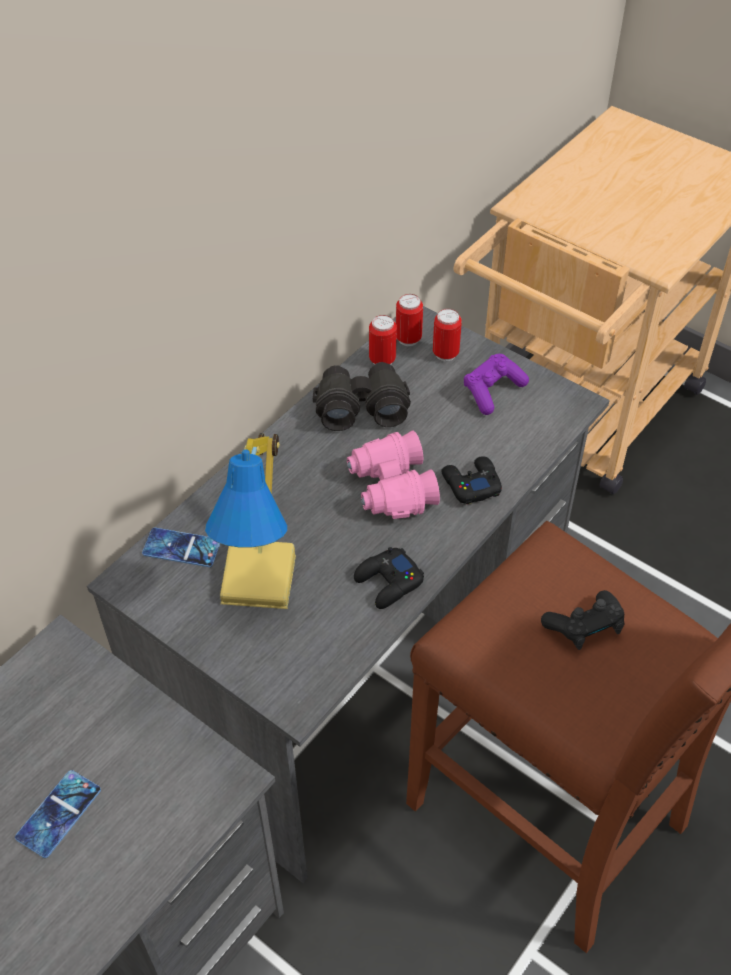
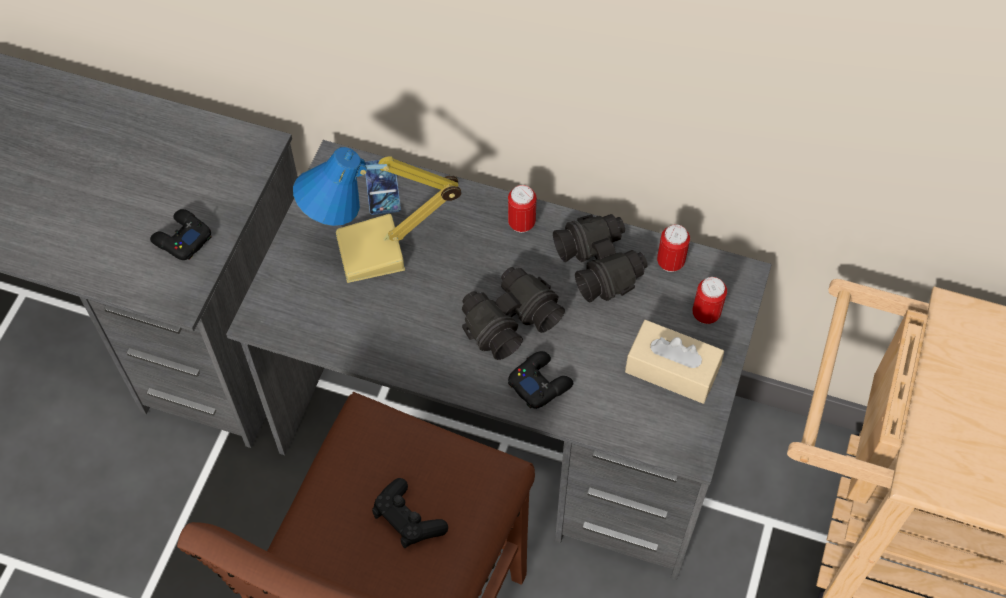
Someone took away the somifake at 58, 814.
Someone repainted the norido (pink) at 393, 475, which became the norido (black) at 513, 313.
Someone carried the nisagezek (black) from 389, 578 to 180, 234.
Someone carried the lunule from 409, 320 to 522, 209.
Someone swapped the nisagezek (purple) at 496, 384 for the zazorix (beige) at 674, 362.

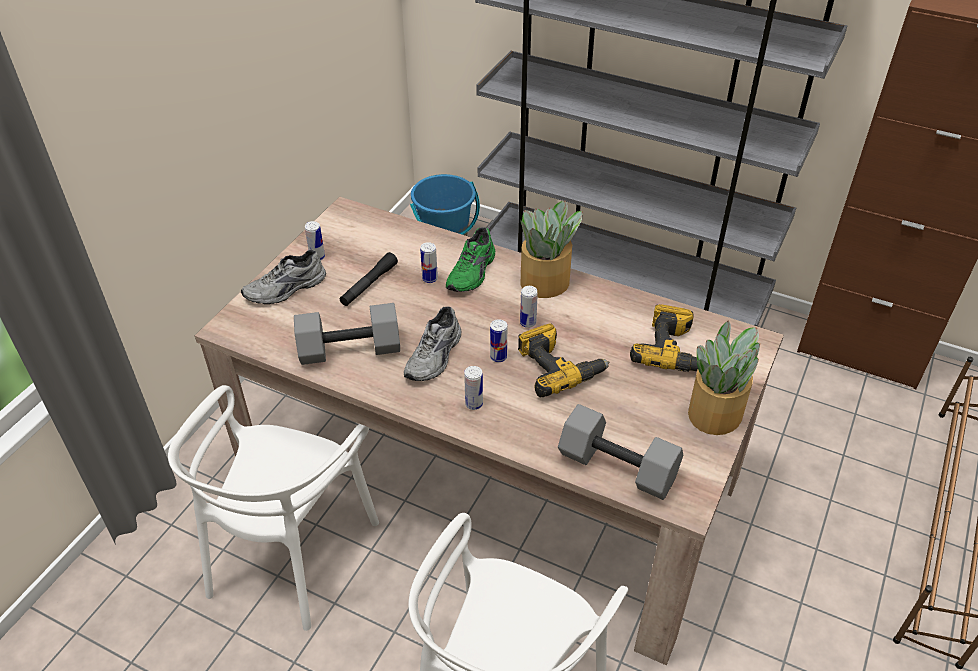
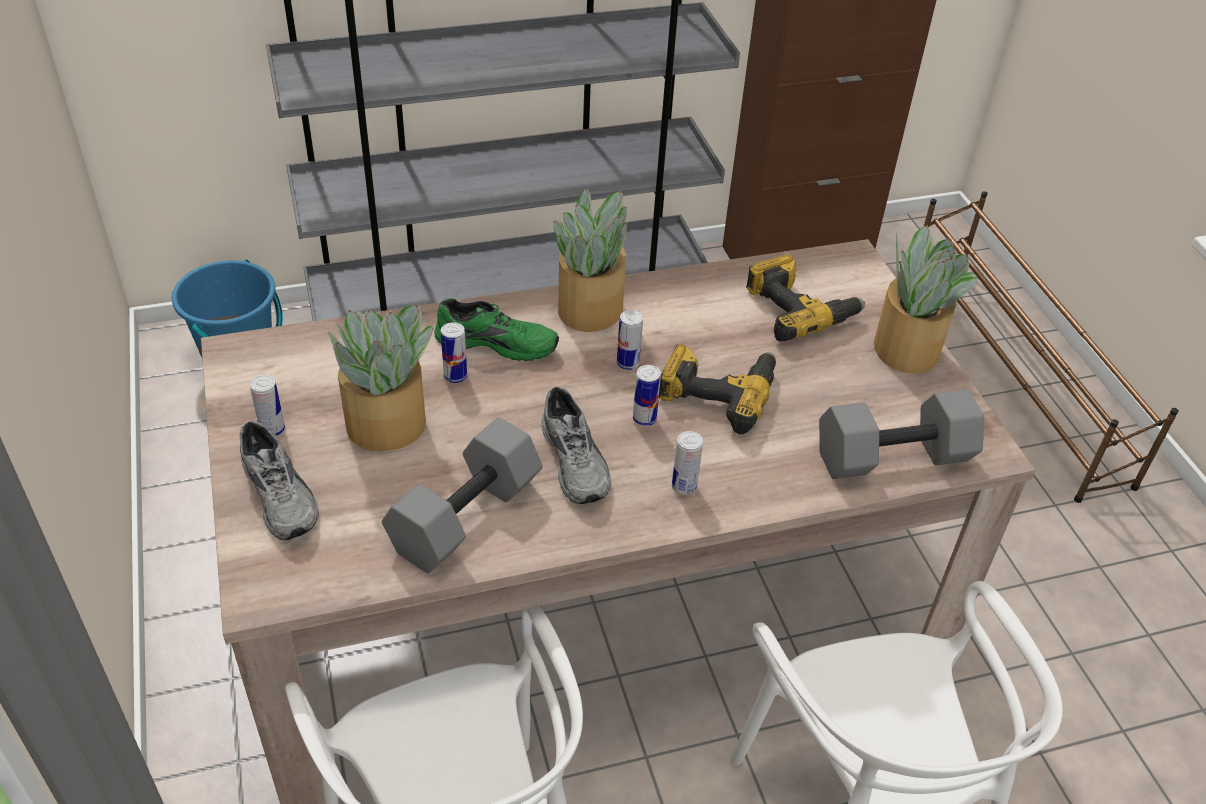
Someone rotated the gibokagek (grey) at 283, 276 by 45 degrees counterclockwise.
Someone swapped the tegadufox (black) at 369, 279 for the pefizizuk at 381, 378.
Someone rotated the gibokagek (green) at 470, 259 by 60 degrees counterclockwise.

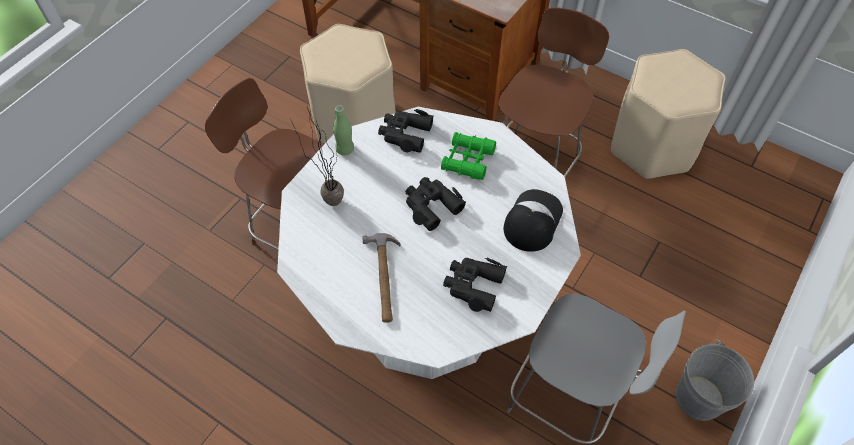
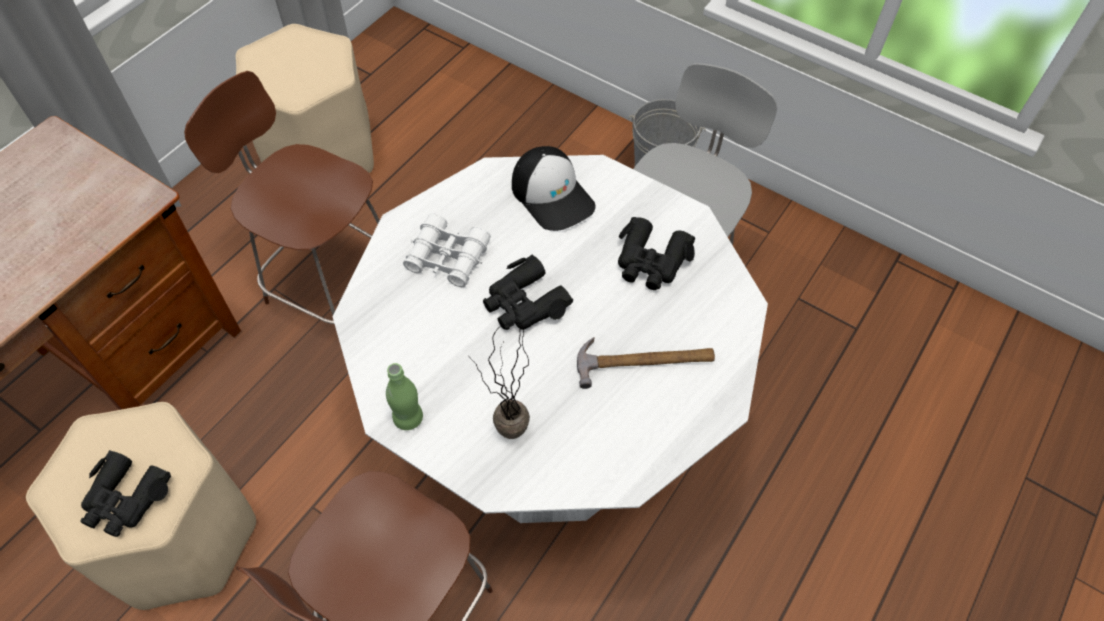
Someone carried the norido (black) from 406, 131 to 125, 493.
Someone repainted the norido (green) at 468, 156, which became the norido (white) at 447, 250.
Someone rotated the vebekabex at 533, 220 by 150 degrees counterclockwise.

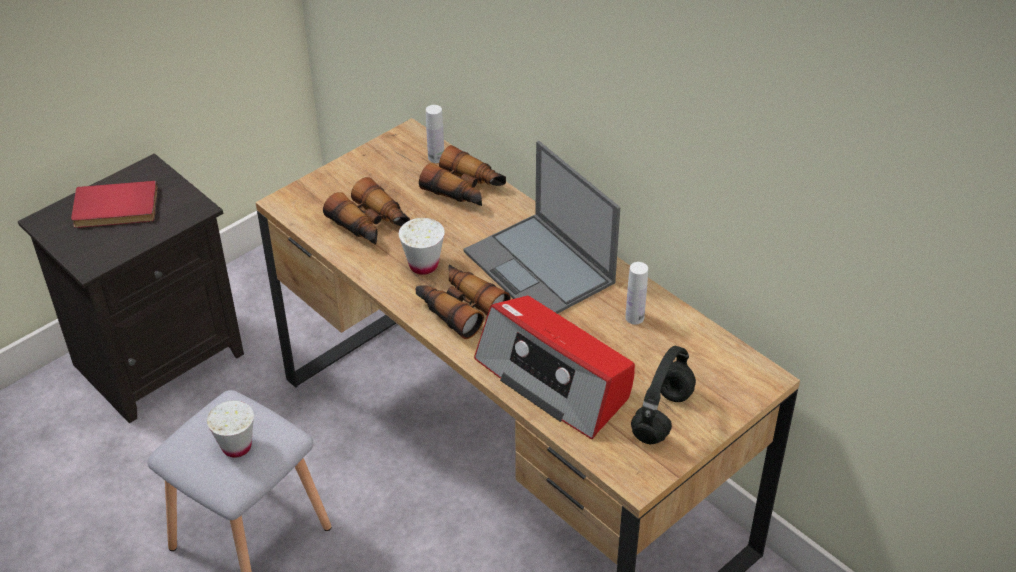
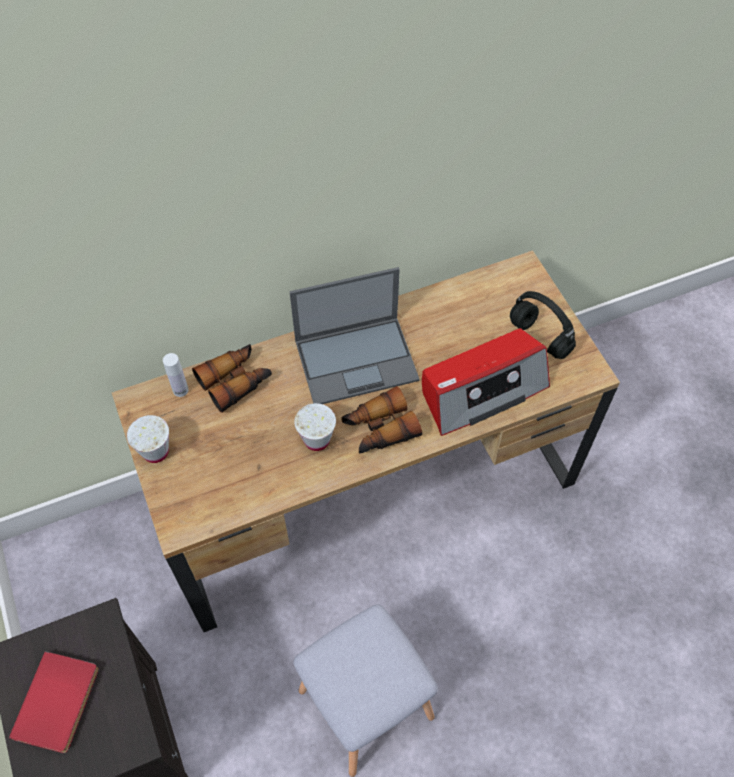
Someone carried the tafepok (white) from 230, 429 to 148, 439.
Someone took away the norido at 366, 211.
Someone took away the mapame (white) at 636, 293.

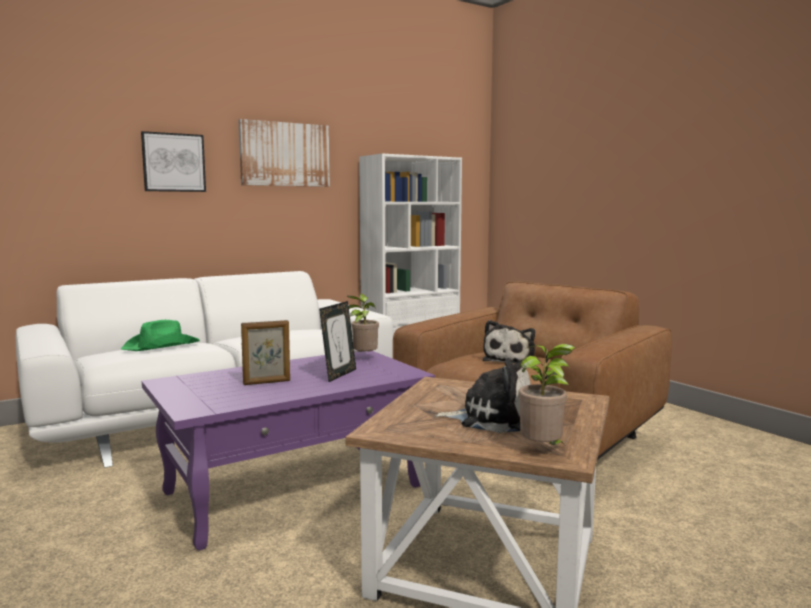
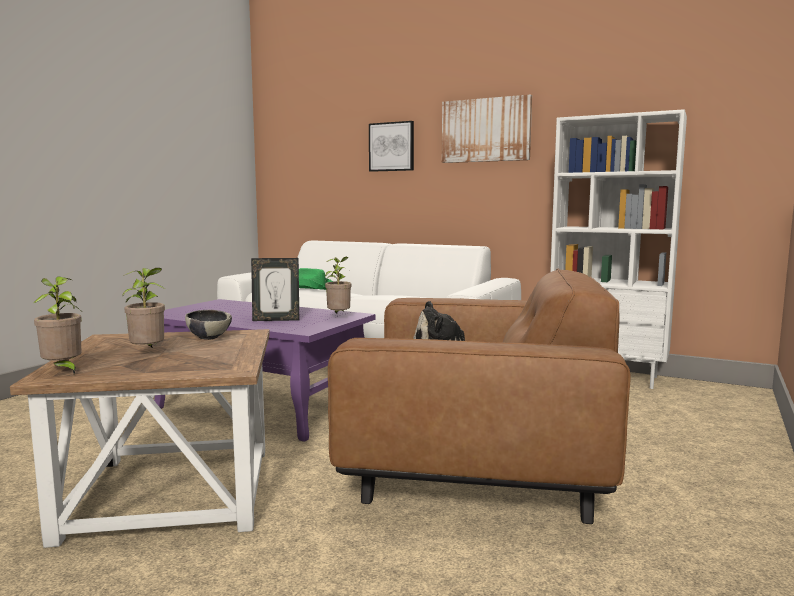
Someone took away the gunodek at 265, 352.
Someone swapped the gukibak at 482, 395 for the pefizizuk at 143, 308.
Someone put down the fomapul at 208, 325.

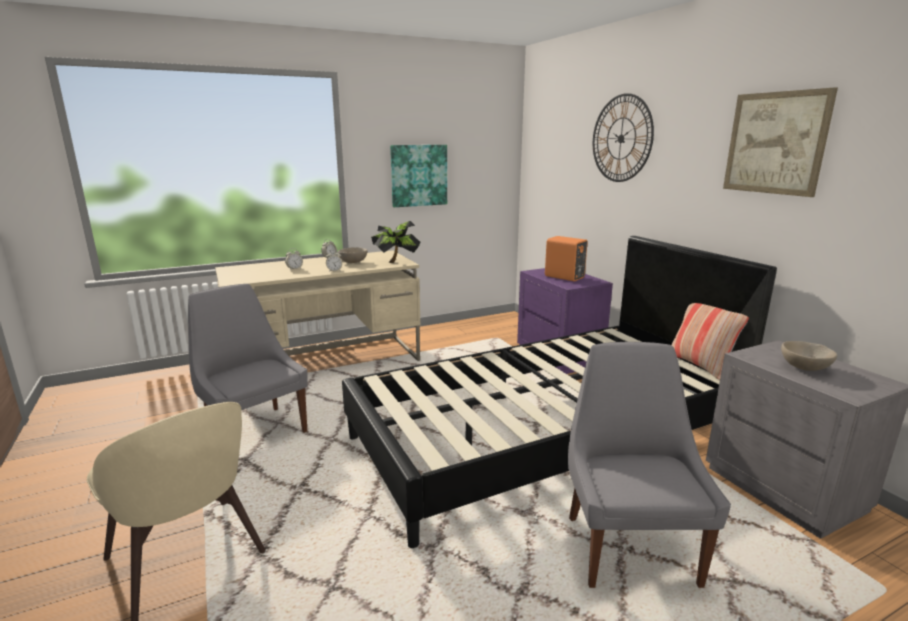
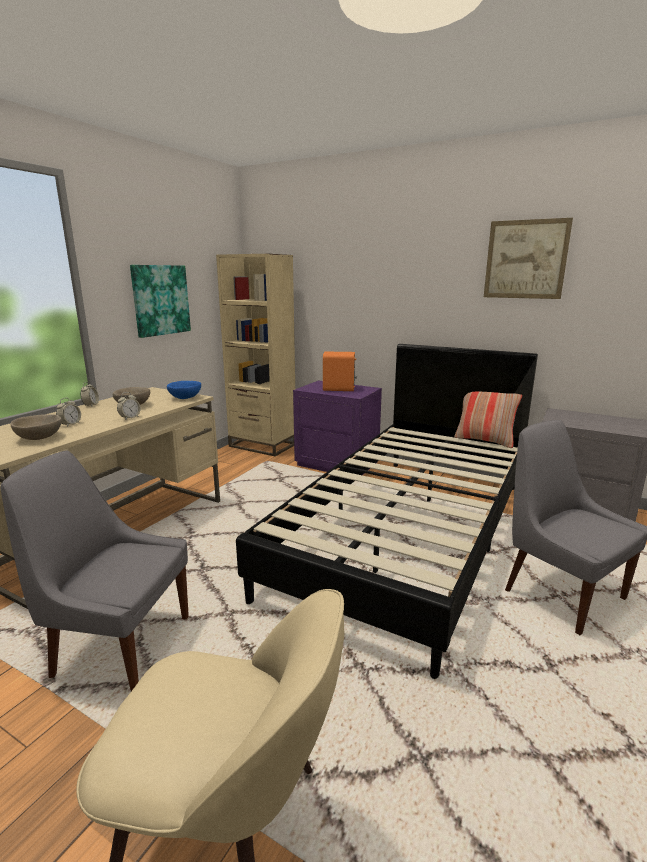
Someone swapped the pefizizuk at 396, 242 for the fomapul (blue) at 184, 390.
Someone took away the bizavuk at 623, 137.
Someone carried the fomapul (beige) from 809, 356 to 36, 427.
Someone put down the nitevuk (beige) at 255, 355.

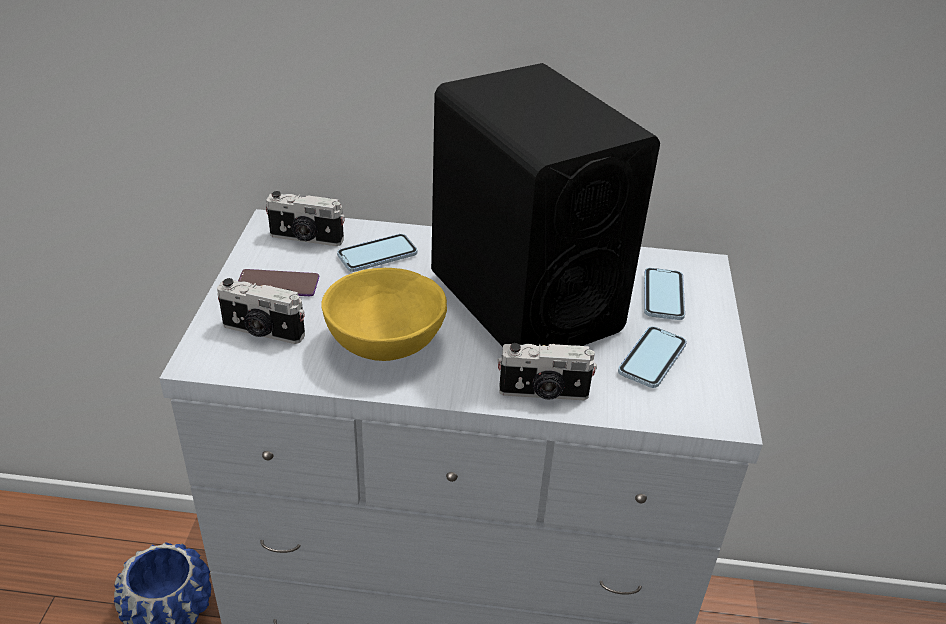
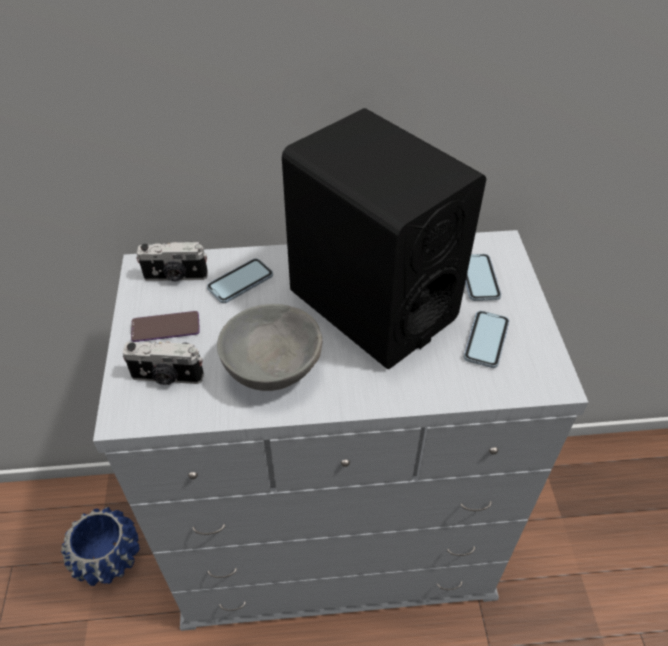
Someone repainted the fomapul (yellow) at 384, 314, which became the fomapul (grey) at 269, 347.
Someone took away the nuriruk at 547, 371.

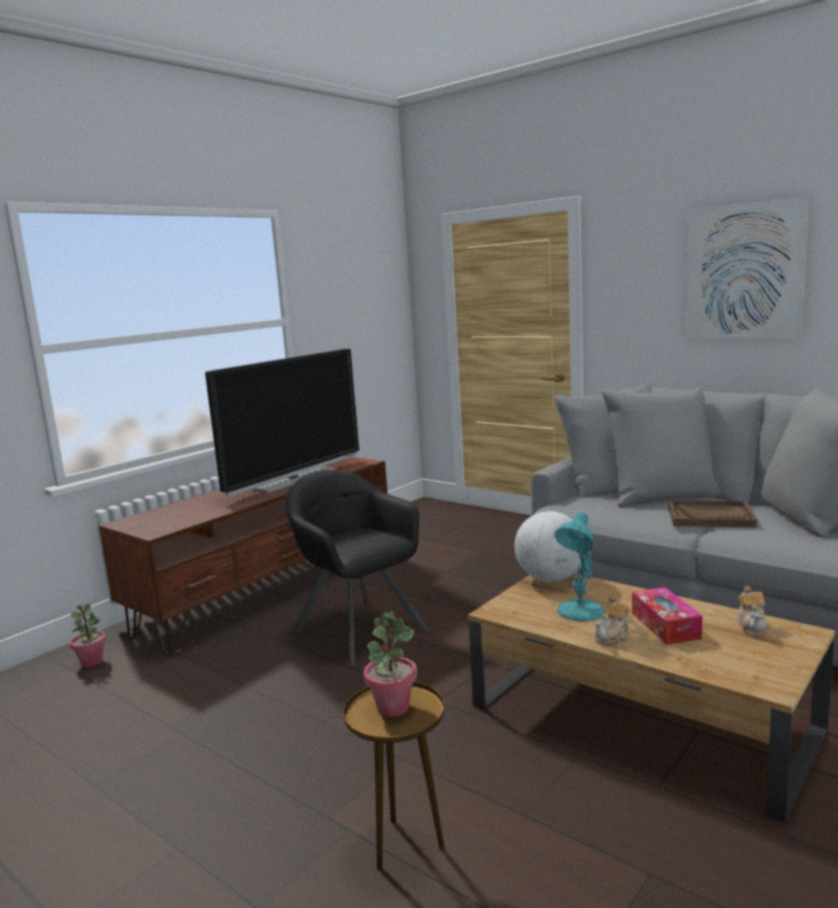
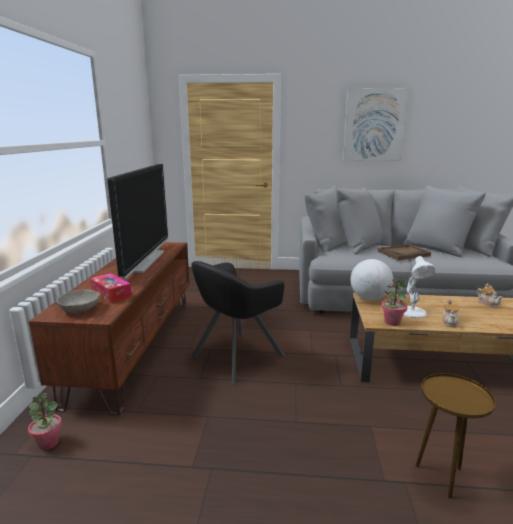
Someone rotated the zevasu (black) at 357, 568 by 60 degrees counterclockwise.
Someone carried the pefizizuk from 390, 664 to 394, 302.
Someone repainted the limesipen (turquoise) at 579, 566, which became the limesipen (white) at 420, 287.
Someone carried the zazorix from 667, 616 to 111, 288.
Someone put down the fomapul (grey) at 78, 301.

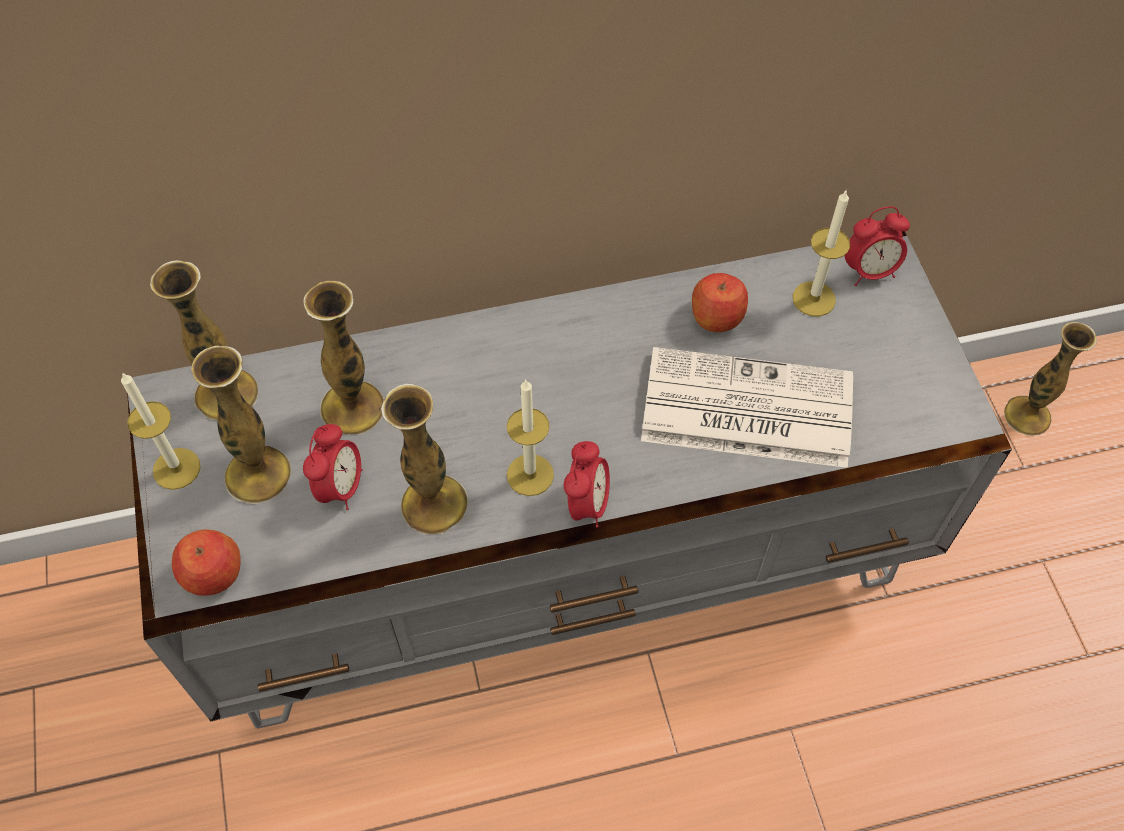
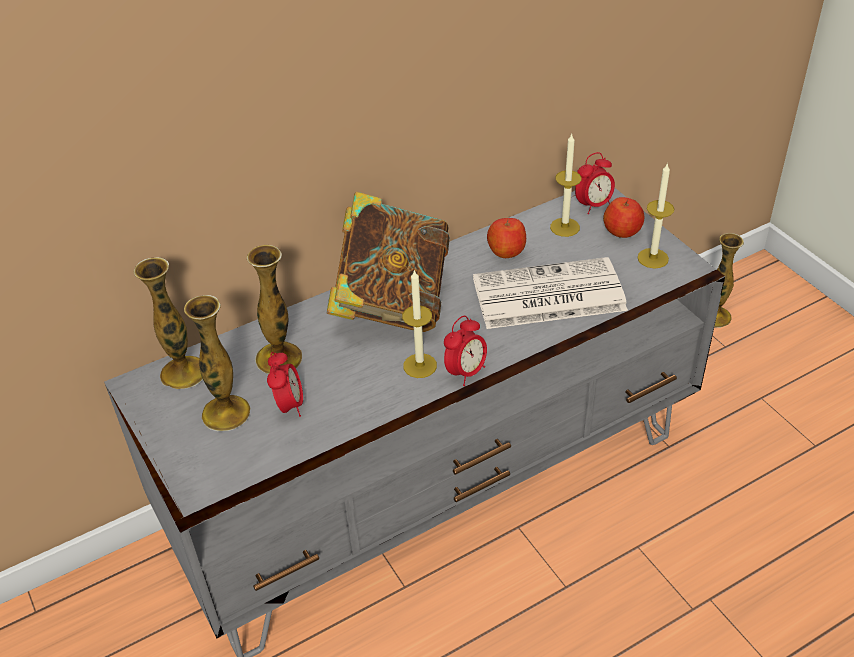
Someone carried the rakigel from 160, 431 to 656, 215.
Someone carried the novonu from 206, 562 to 624, 217.
Someone took away the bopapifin at 424, 459.
Someone rotated the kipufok at 587, 484 by 45 degrees clockwise.
Someone put down the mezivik at 388, 261.

